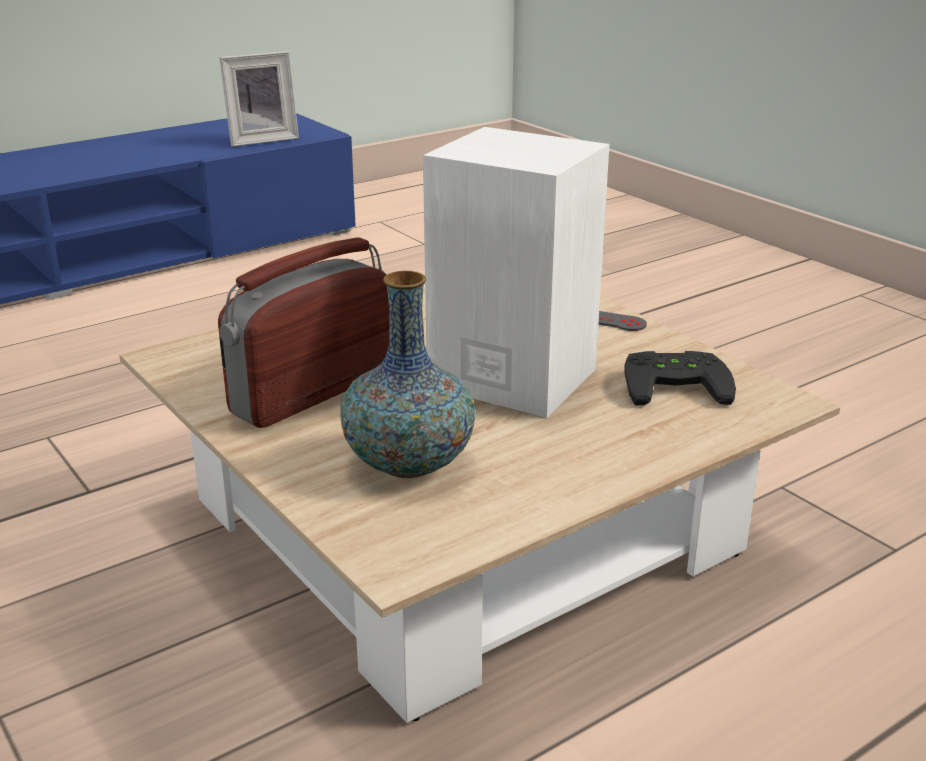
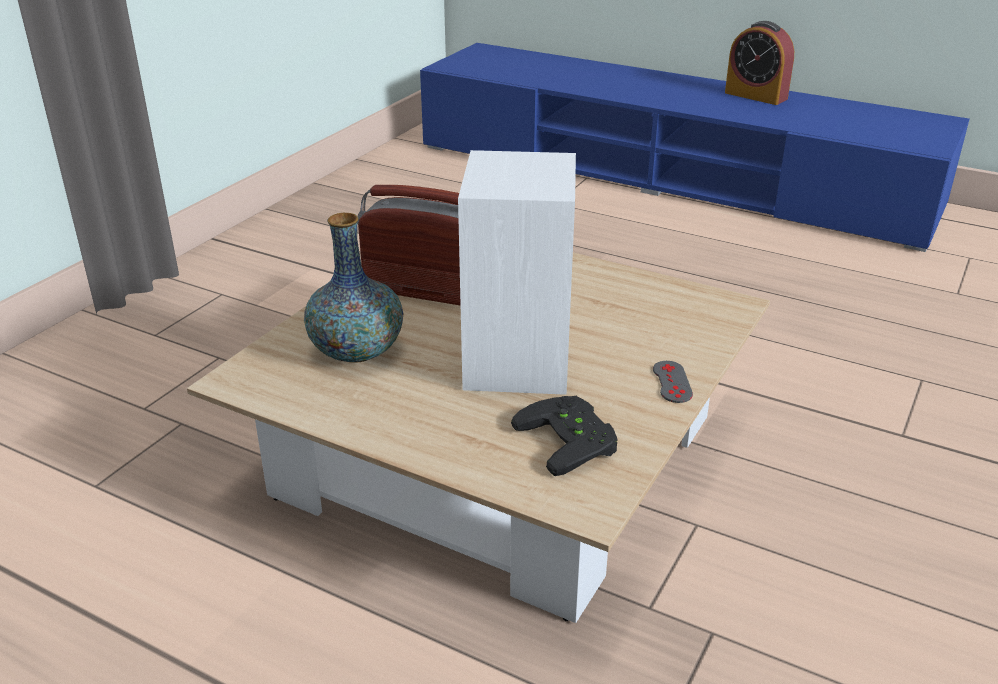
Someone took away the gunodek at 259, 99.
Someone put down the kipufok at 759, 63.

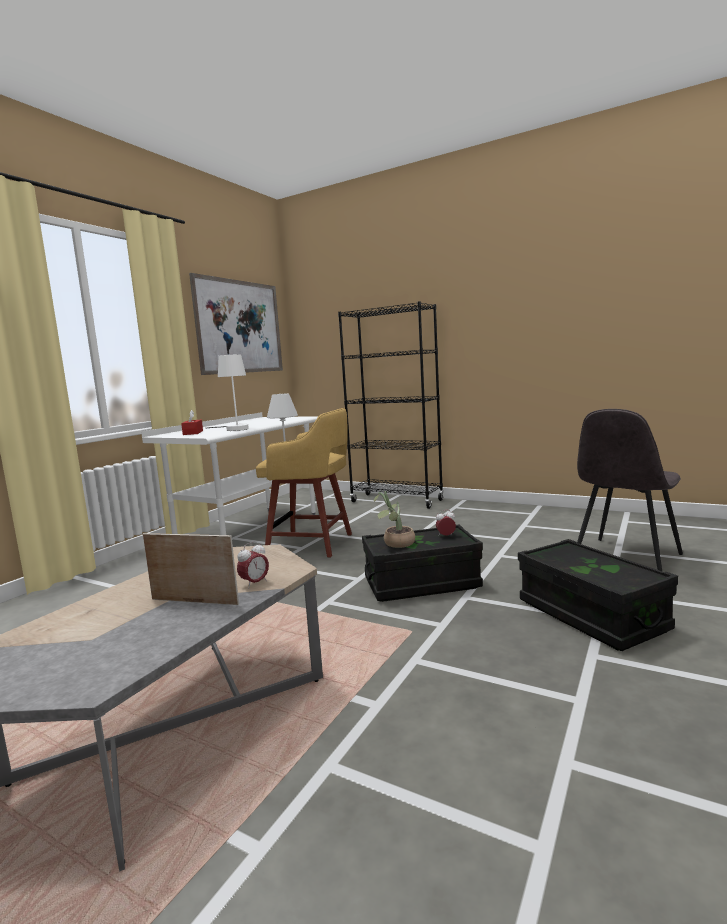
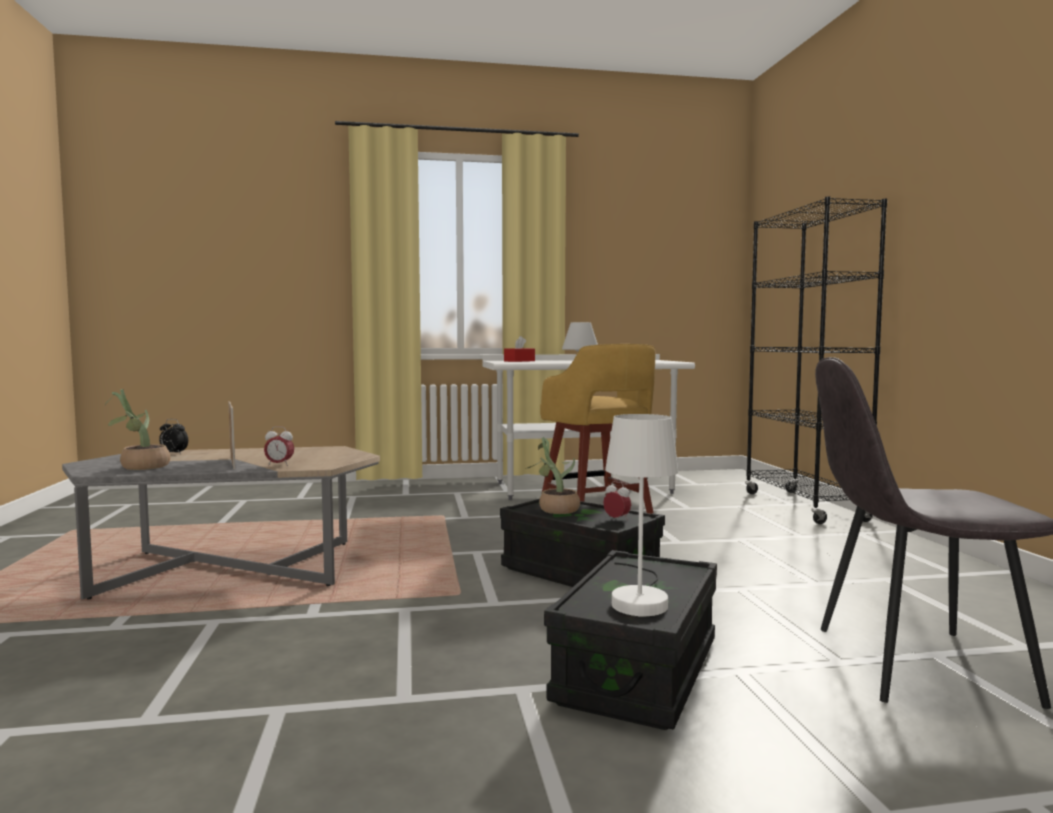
Someone took away the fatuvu at 236, 324.
Someone carried the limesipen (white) from 228, 392 to 642, 515.
Someone put down the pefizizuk at 138, 429.
Someone put down the kipufok at 173, 436.

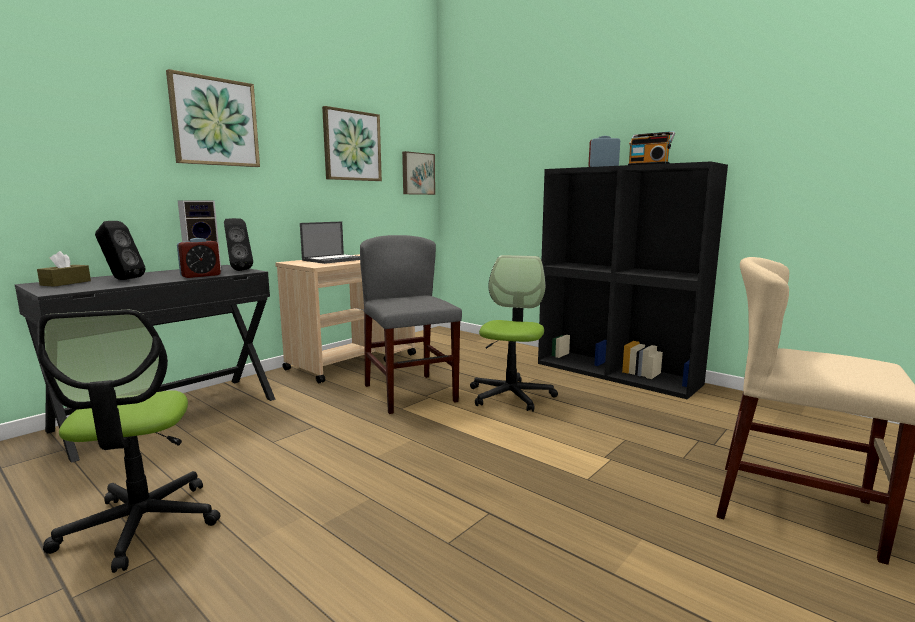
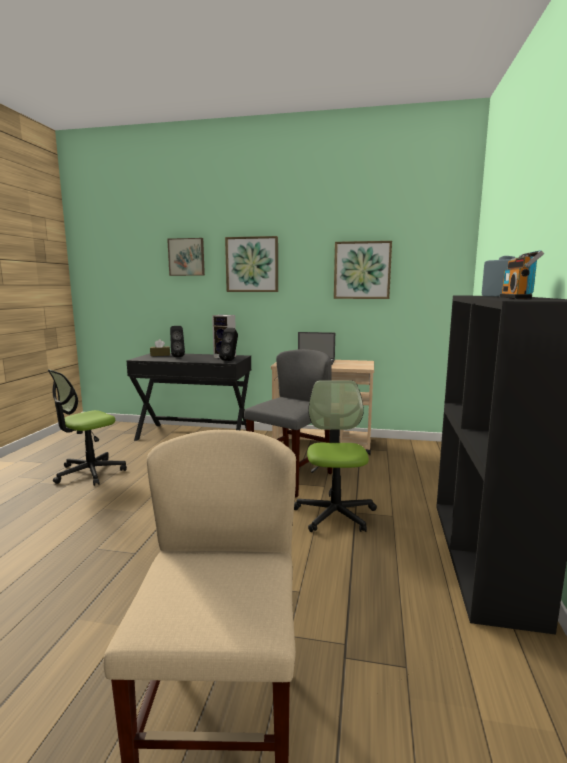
Someone took away the kipufok at 199, 258.
Someone carried the fatuvu from 418, 173 to 186, 257.
Someone rotated the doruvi at 514, 333 by 75 degrees counterclockwise.

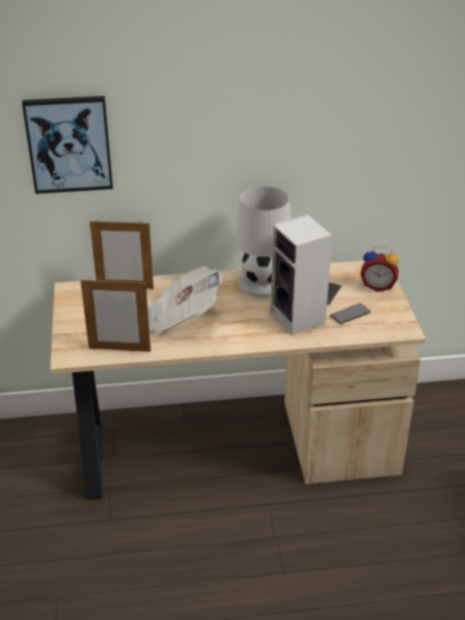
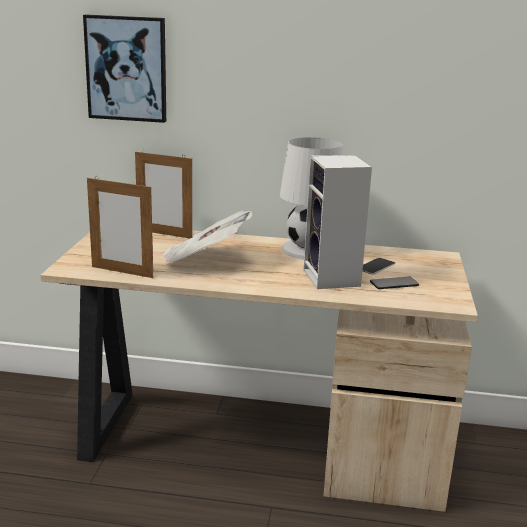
Someone took away the kipufok at 379, 269.

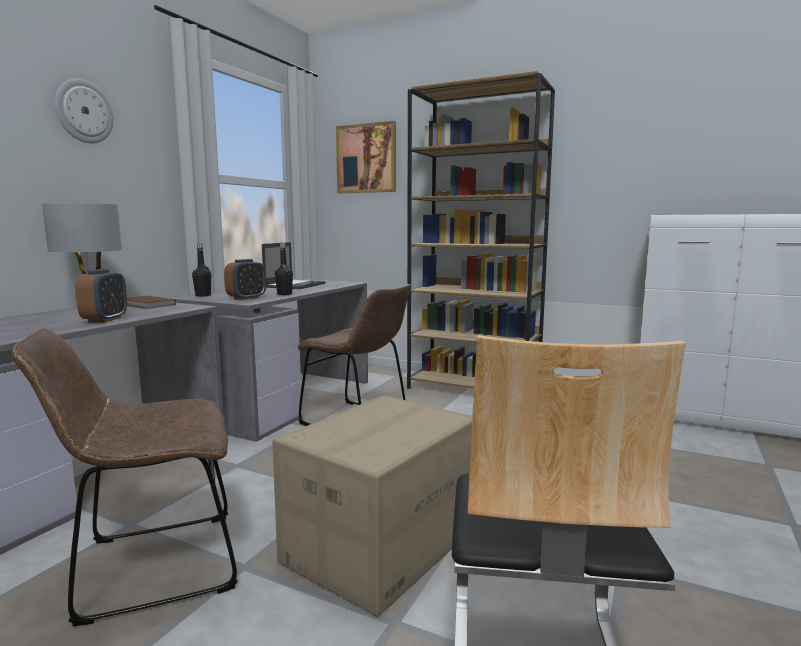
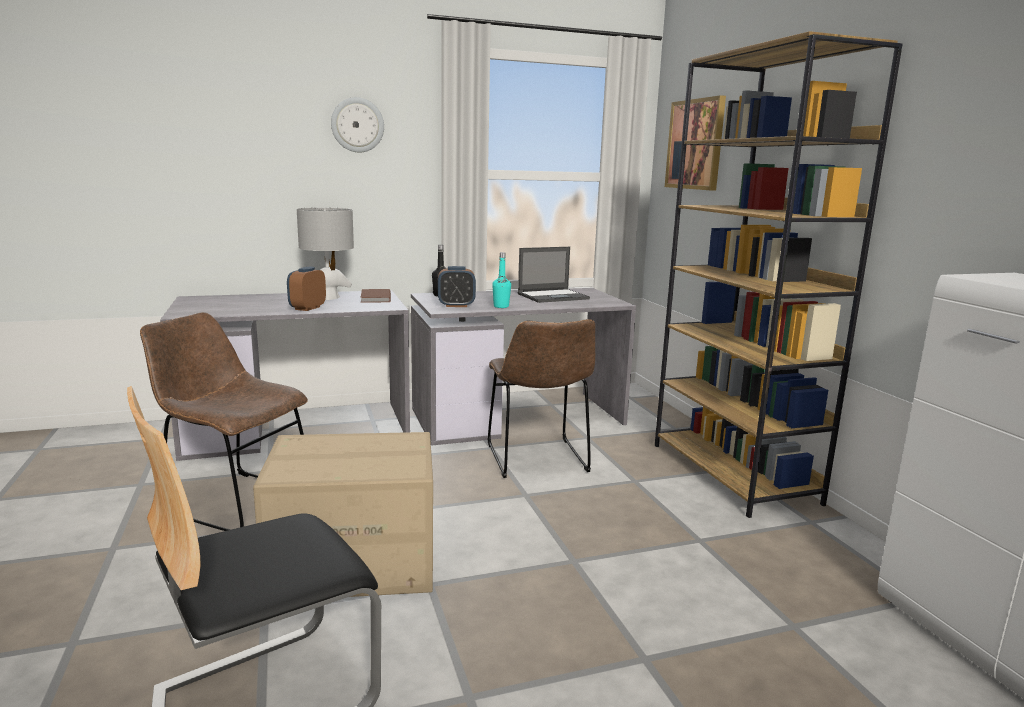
Someone rotated the kipufok at 101, 295 by 150 degrees clockwise.
Someone repainted the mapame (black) at 284, 269, which became the mapame (turquoise) at 501, 280.

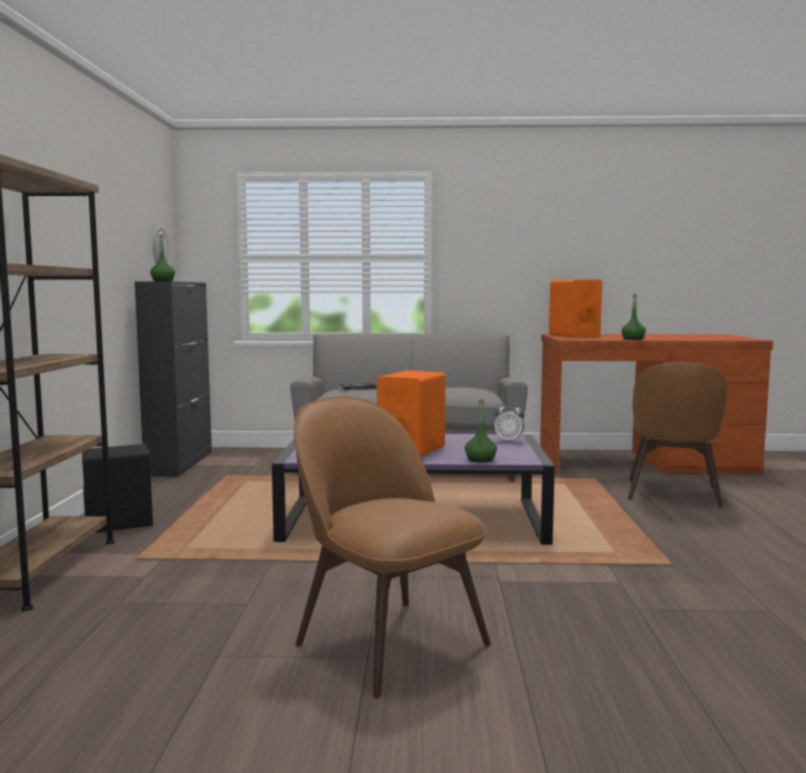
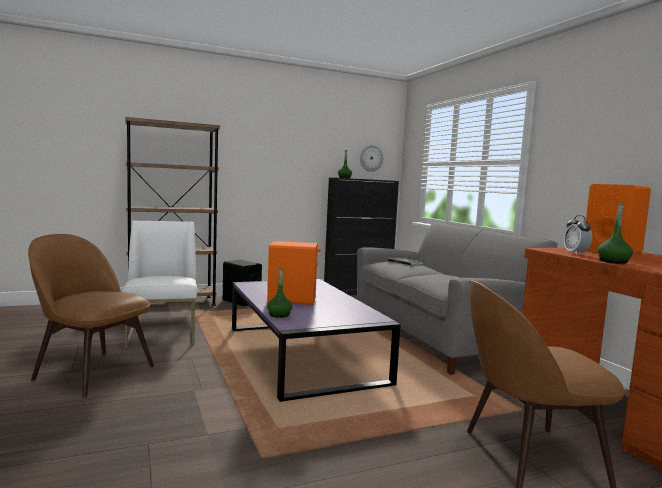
Someone rotated the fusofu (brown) at 392, 548 by 90 degrees counterclockwise.
Someone carried the kipufok from 509, 422 to 578, 235.
Someone put down the fusofu (white) at 160, 284.

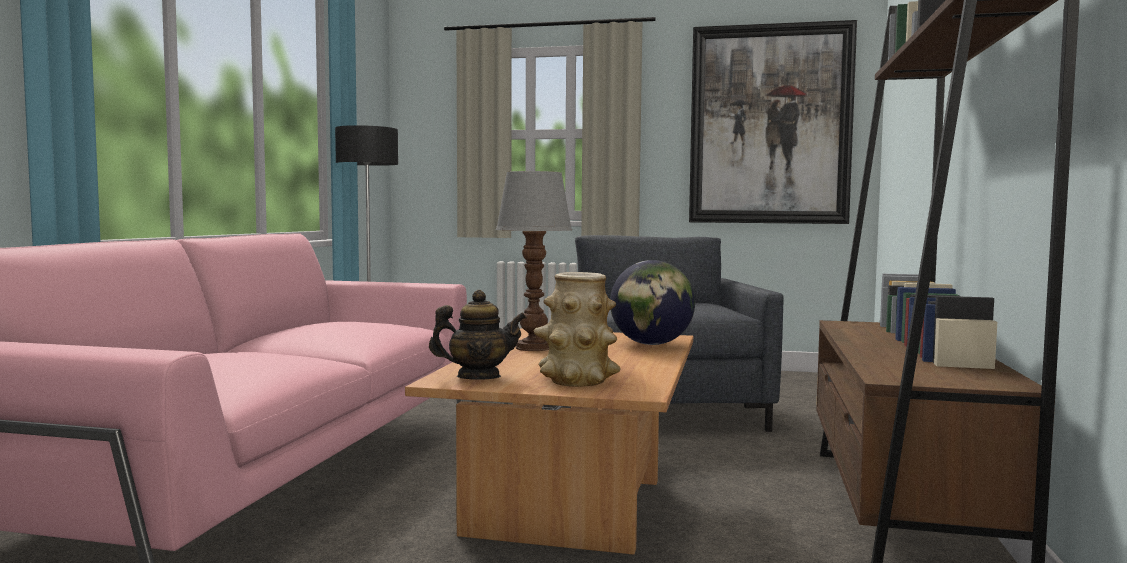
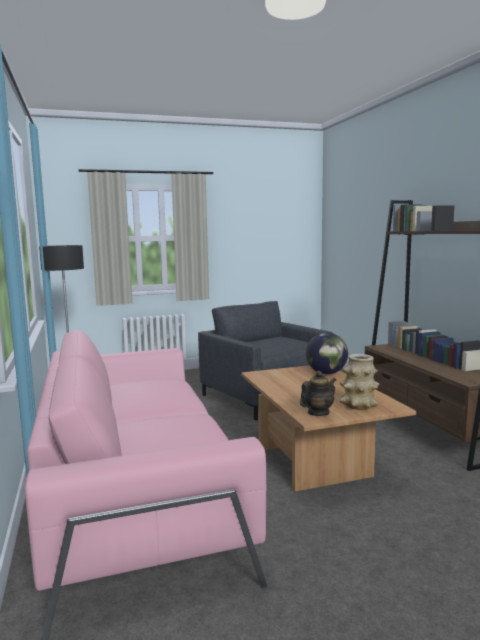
Someone took away the limesipen at 534, 261.
Someone took away the fatuvu at 773, 122.

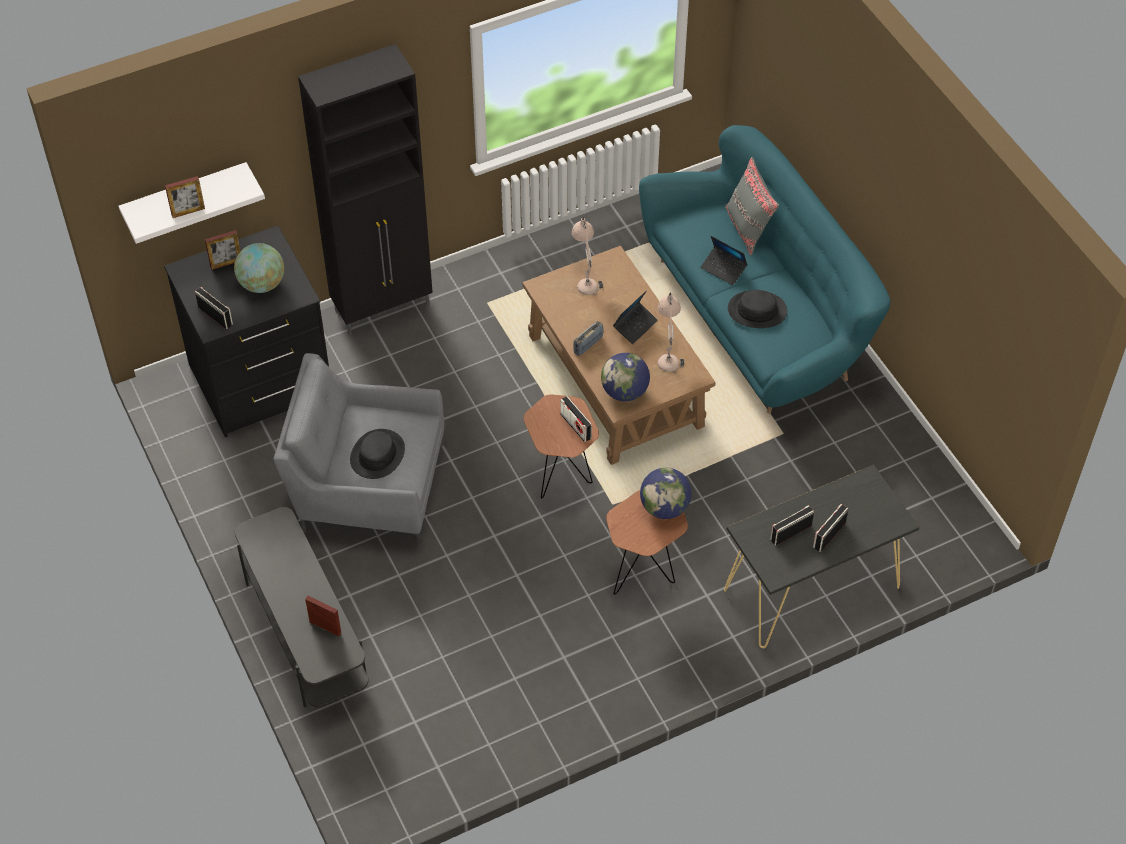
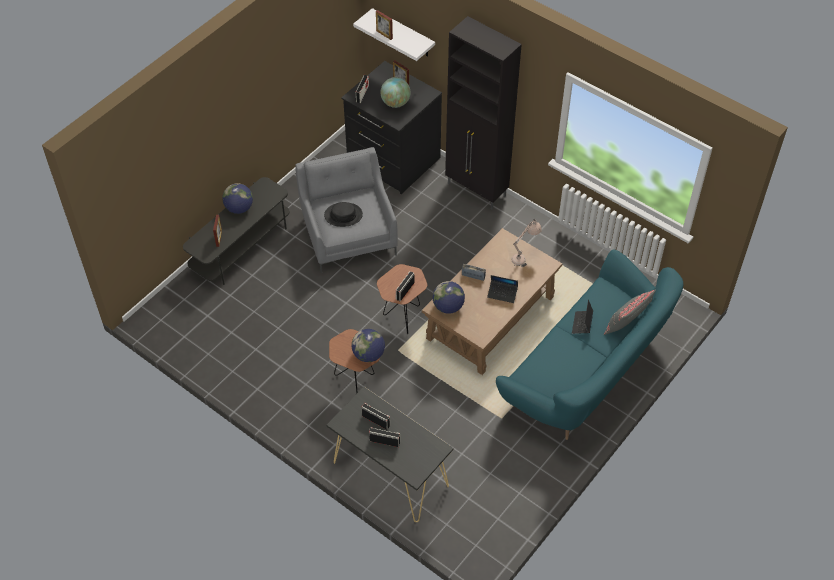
Someone took away the limesipen (beige) at 670, 332.
Someone took away the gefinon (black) at 757, 309.
Someone put down the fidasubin at 237, 198.

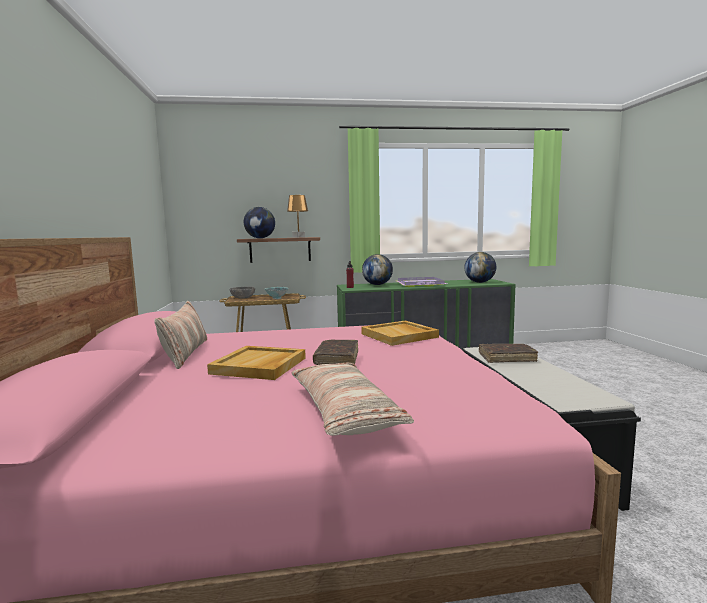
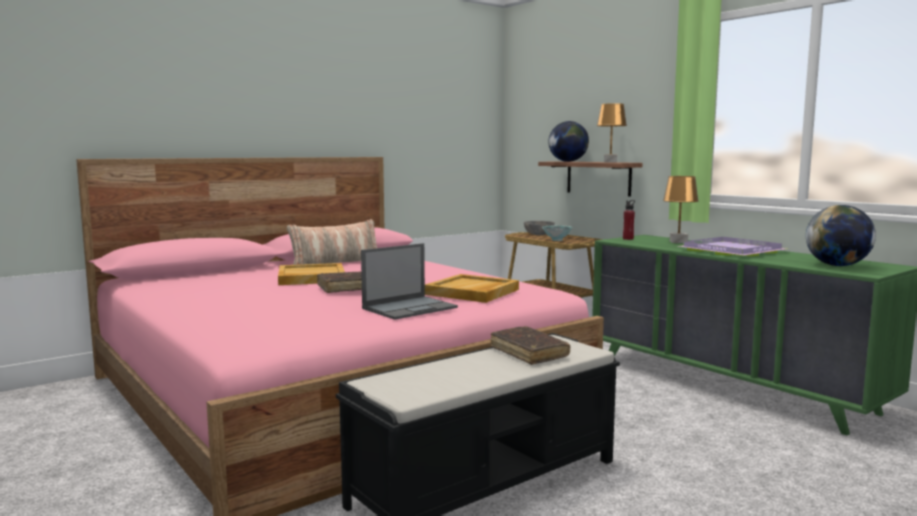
Someone took away the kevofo at 353, 399.
Someone swapped the fidasubin at 377, 269 for the limesipen (brown) at 680, 209.
Someone put down the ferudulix at 409, 281.

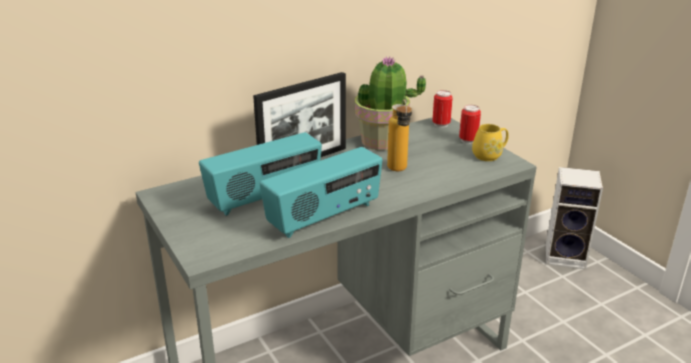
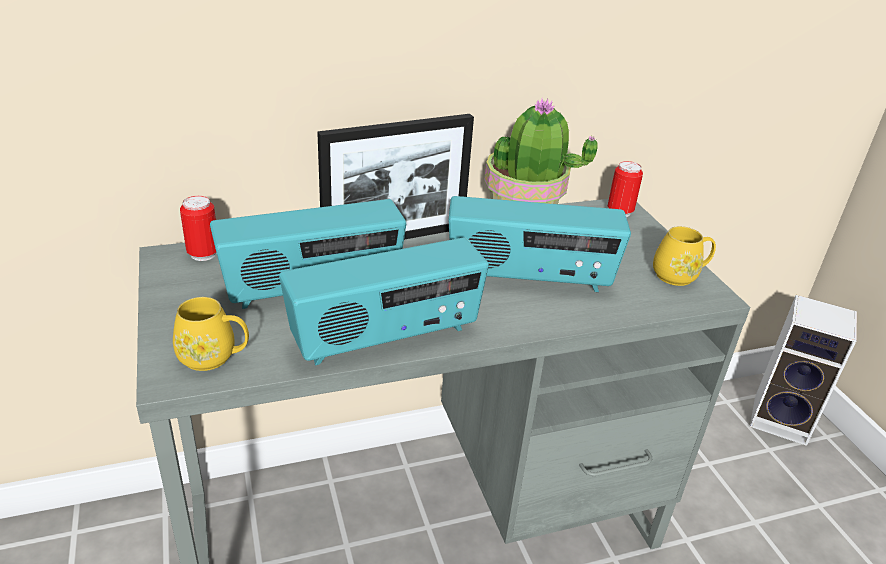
Someone swapped the mapame at 399, 135 for the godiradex at 540, 244.
Someone carried the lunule from 470, 124 to 198, 228.
Someone put down the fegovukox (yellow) at 211, 334.

